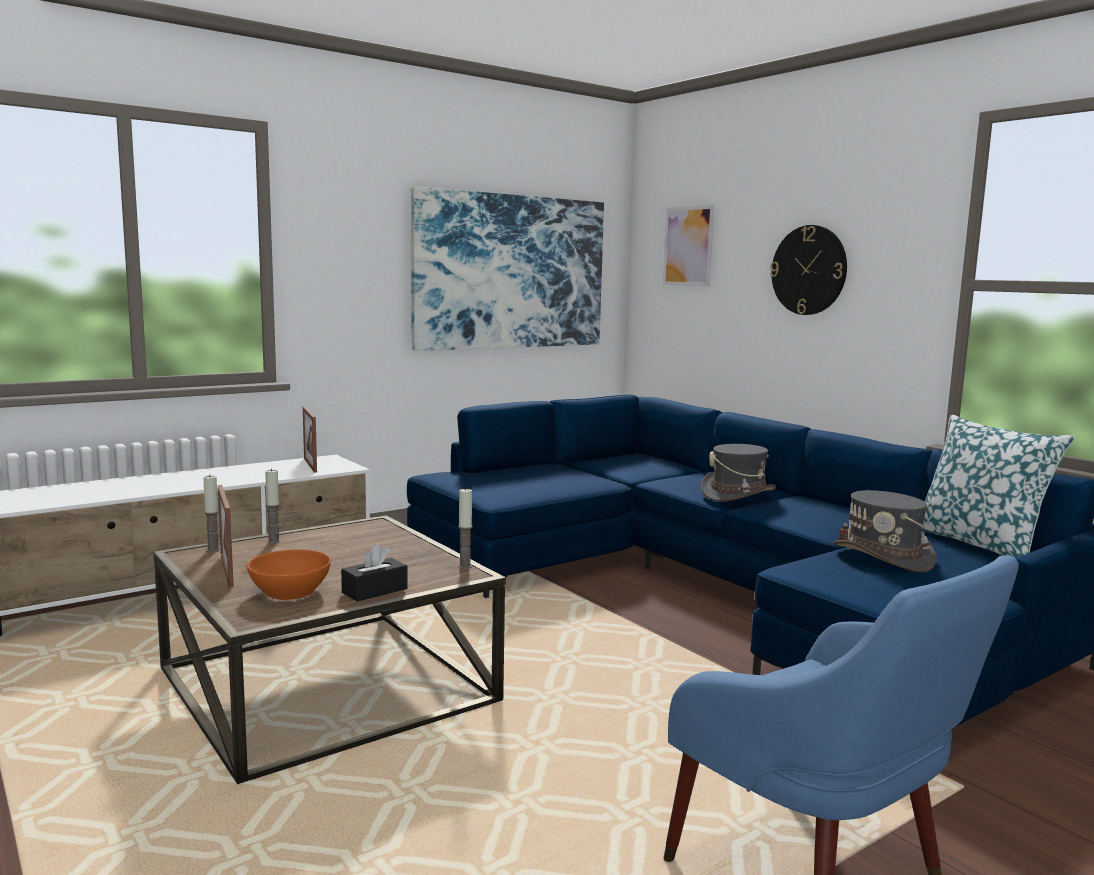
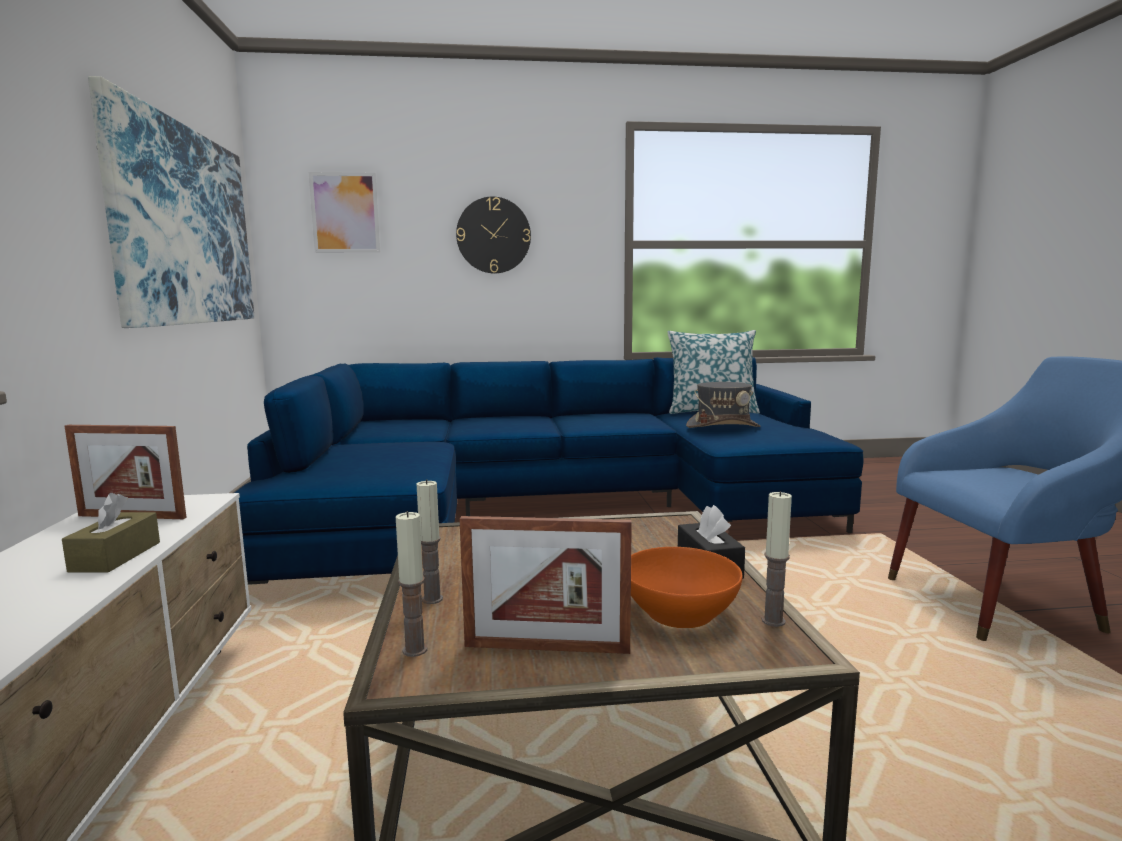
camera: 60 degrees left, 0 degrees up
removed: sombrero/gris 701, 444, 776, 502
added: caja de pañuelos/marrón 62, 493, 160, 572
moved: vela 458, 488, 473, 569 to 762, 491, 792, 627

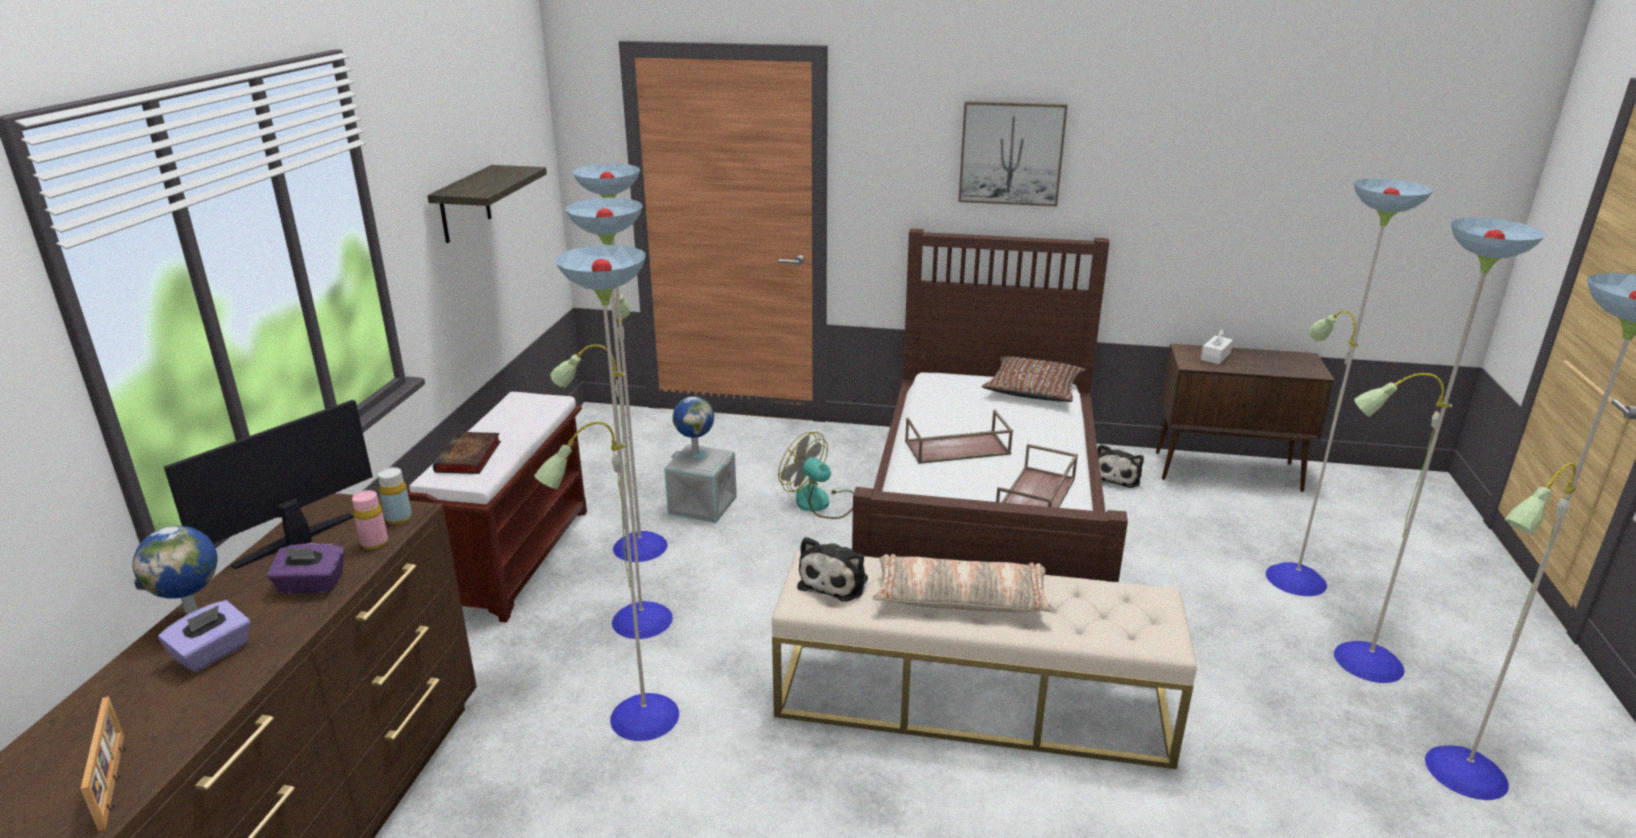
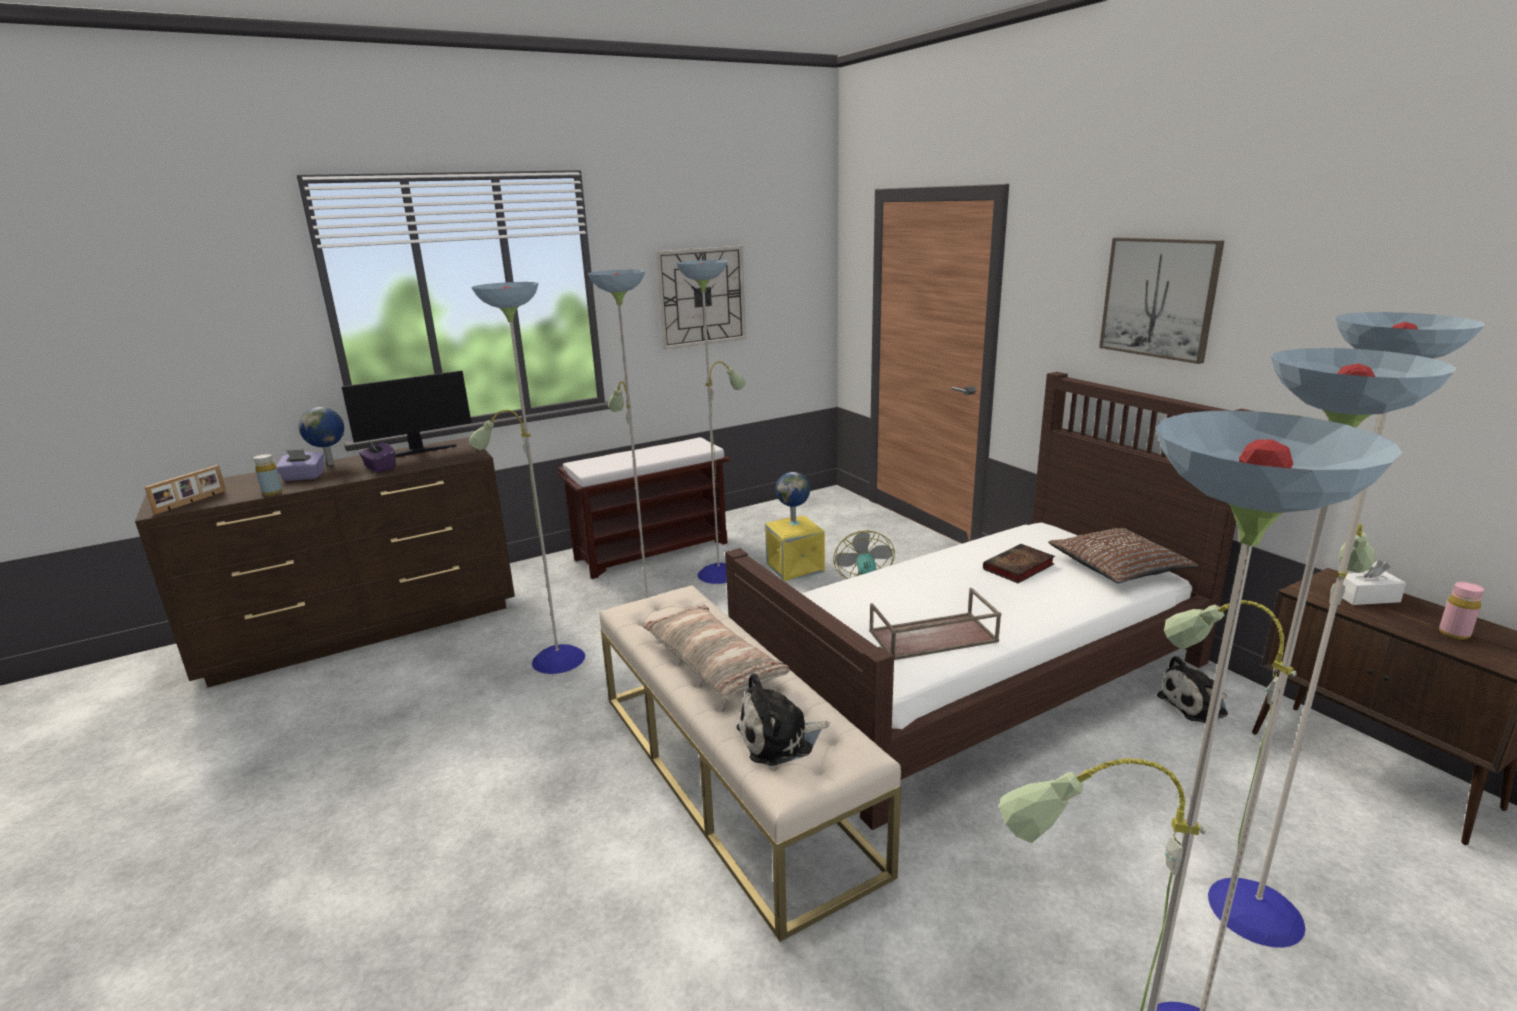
camera: 50 degrees right, 5 degrees down
removed: bandeja/marrón 905, 410, 1013, 464
moved: botella/rosa 352, 490, 388, 550 to 1439, 582, 1484, 640; botella/amarillo 378, 467, 412, 525 to 254, 454, 282, 496; libro 433, 432, 501, 474 to 983, 544, 1055, 583; peluche 797, 537, 868, 601 to 736, 673, 830, 766
replaced: estante 427, 165, 547, 243 to reloj de pared 656, 246, 746, 350
recoloured: caja de almacenaje/gris 664, 444, 737, 523 to caja de almacenaje/amarillo 765, 516, 825, 581
turned: monitor 164, 400, 373, 570 = 341, 371, 471, 457 150 degrees clockwise

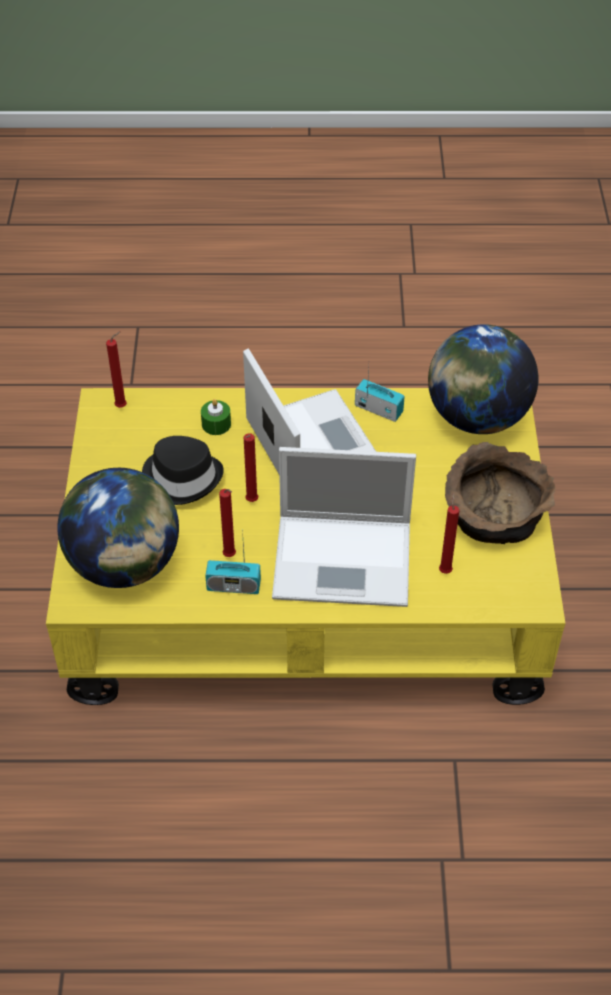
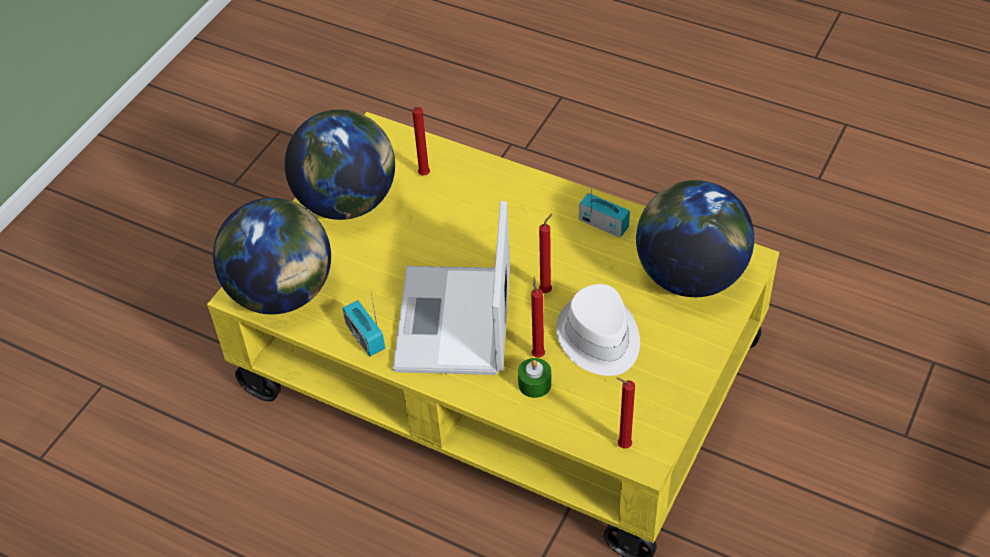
camera: 150 degrees left, 0 degrees up
removed: portátil 272, 447, 416, 607
moved: vela/rojo 219, 489, 236, 557 to 531, 277, 545, 358
replaced: cuenco/marrón 445, 442, 555, 544 to globo terráqueo 285, 109, 395, 220
recoloured: sombrero/negro 142, 436, 224, 505 to sombrero/blanco 556, 284, 640, 376

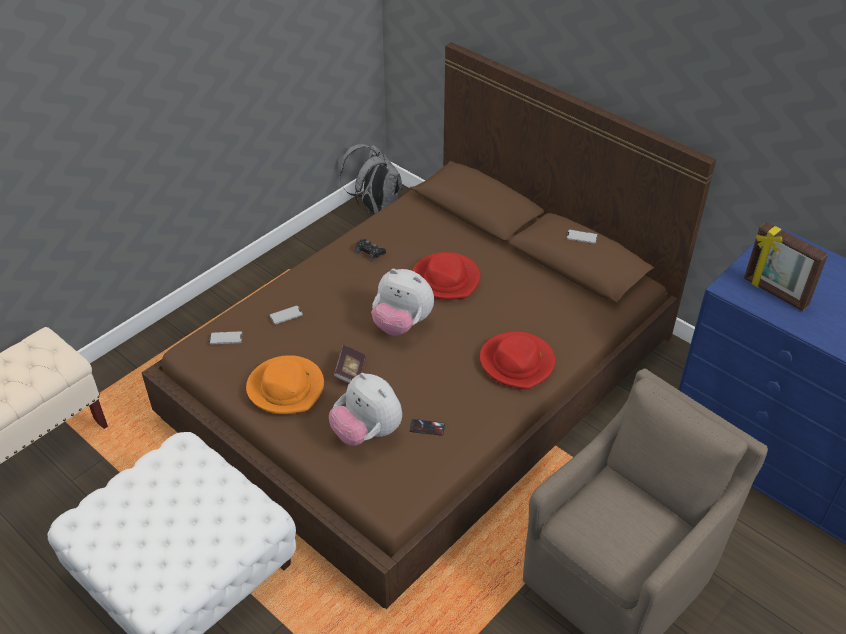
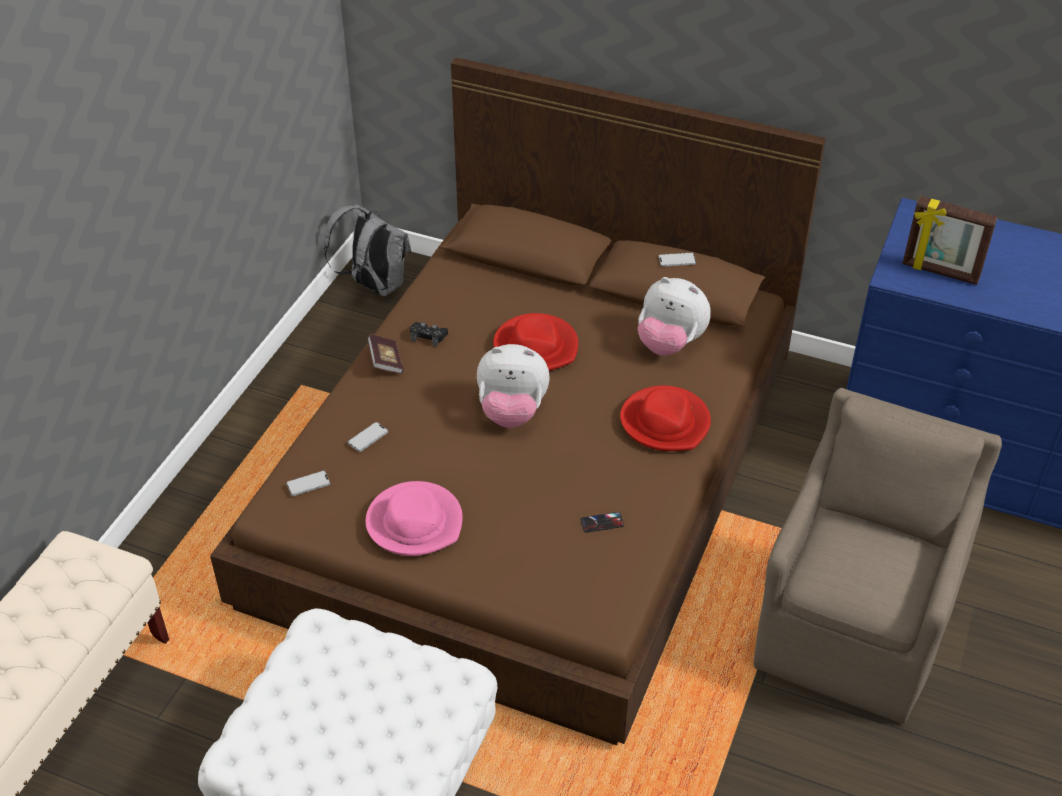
camera: 20 degrees left, 0 degrees up
moved: peluche 329, 373, 402, 446 to 638, 277, 711, 356; libro 334, 345, 366, 383 to 367, 334, 404, 374
recoloured: sombrero/naranja 246, 355, 324, 414 to sombrero/rosa 366, 481, 463, 556

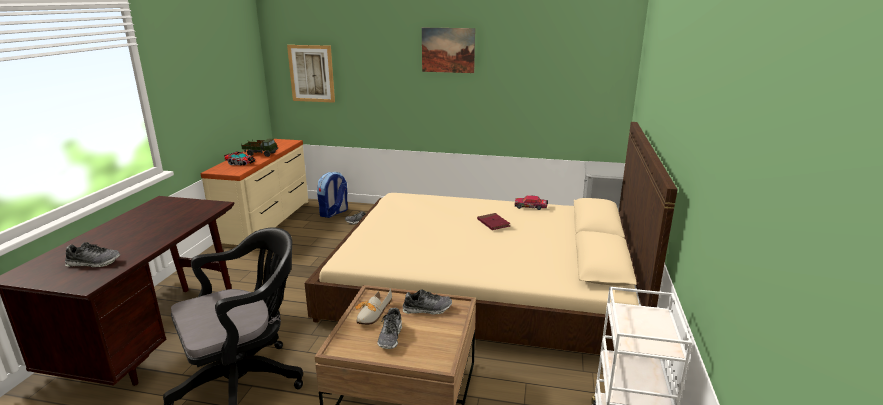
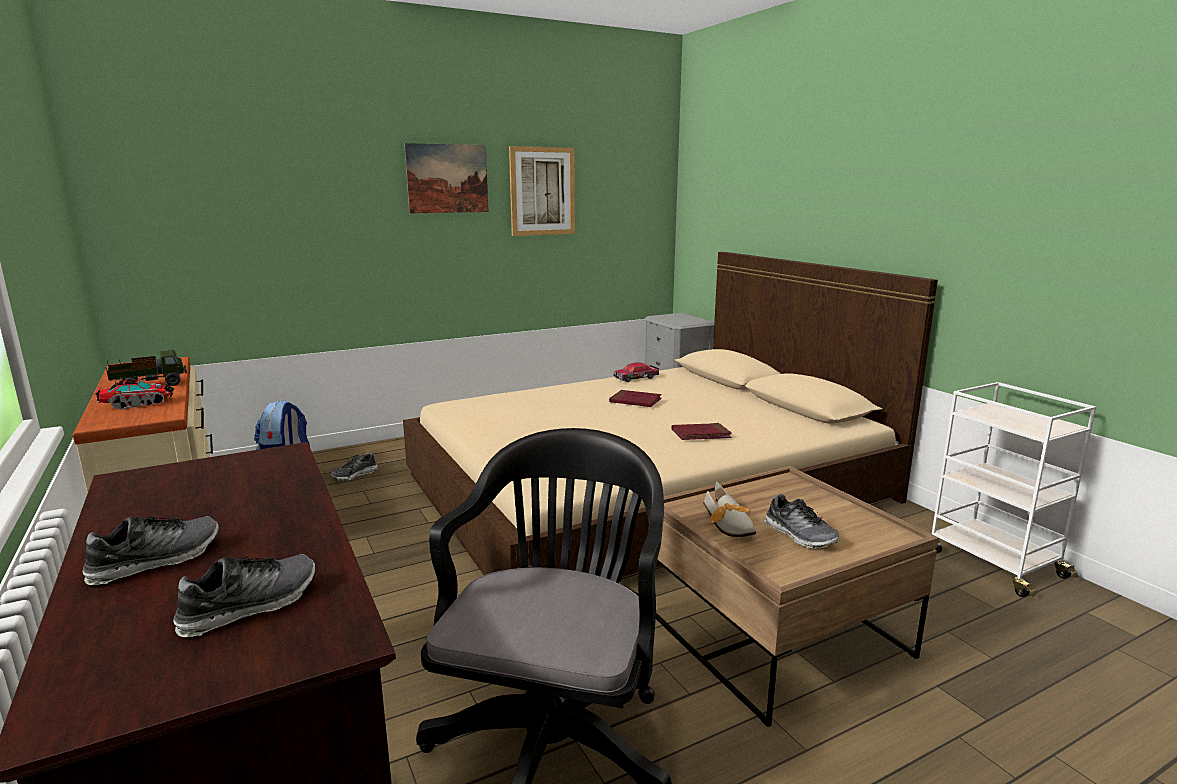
camera: 40 degrees left, 5 degrees down
added: libro/rojo 672, 423, 732, 440
moved: cuadro 287, 45, 335, 103 to 509, 146, 575, 236; zapato 403, 290, 452, 314 to 83, 516, 219, 585

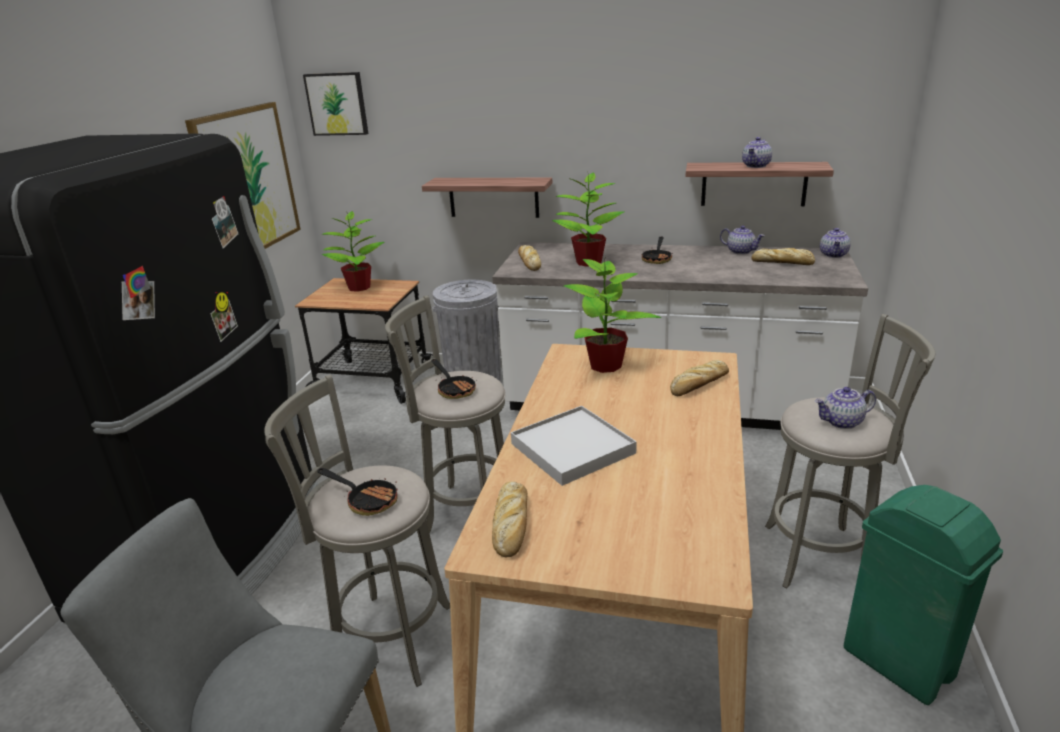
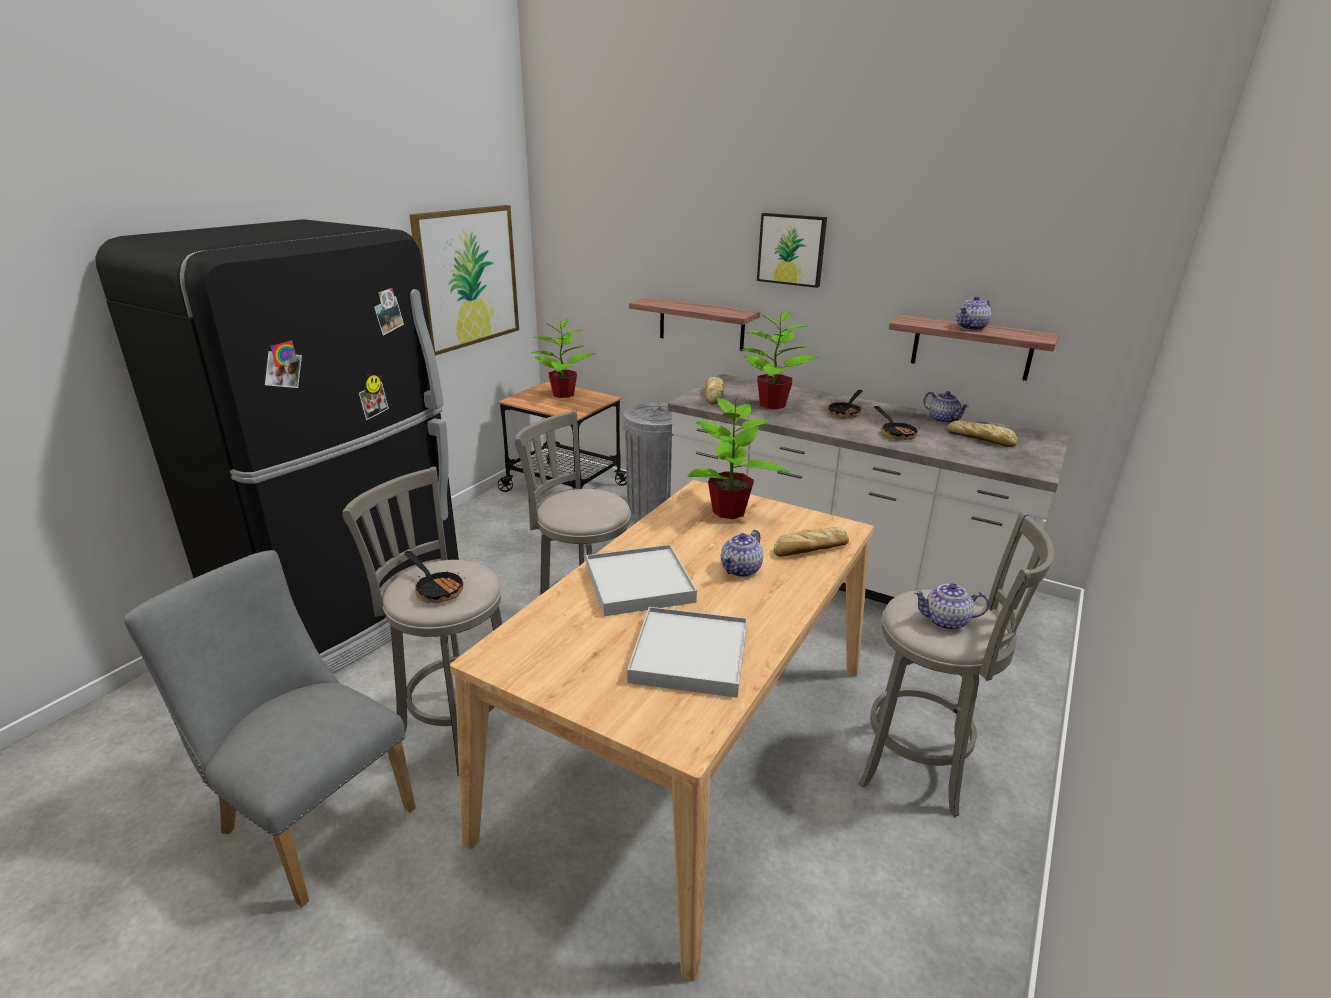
camera: 15 degrees right, 0 degrees up
removed: pan 492, 482, 527, 557; papelera/verde 844, 485, 1003, 705
added: bandeja/blanco 627, 607, 747, 698
moved: cuadro 303, 72, 368, 136 to 757, 213, 827, 288; sartén 431, 359, 477, 399 to 874, 406, 920, 440; tetera 820, 228, 851, 258 to 721, 530, 763, 577

